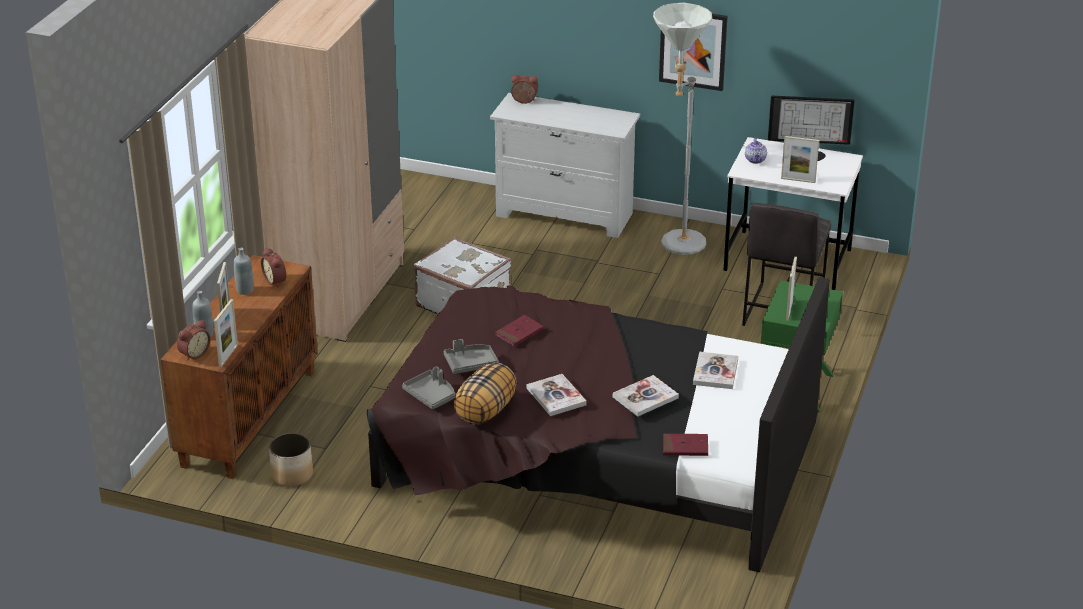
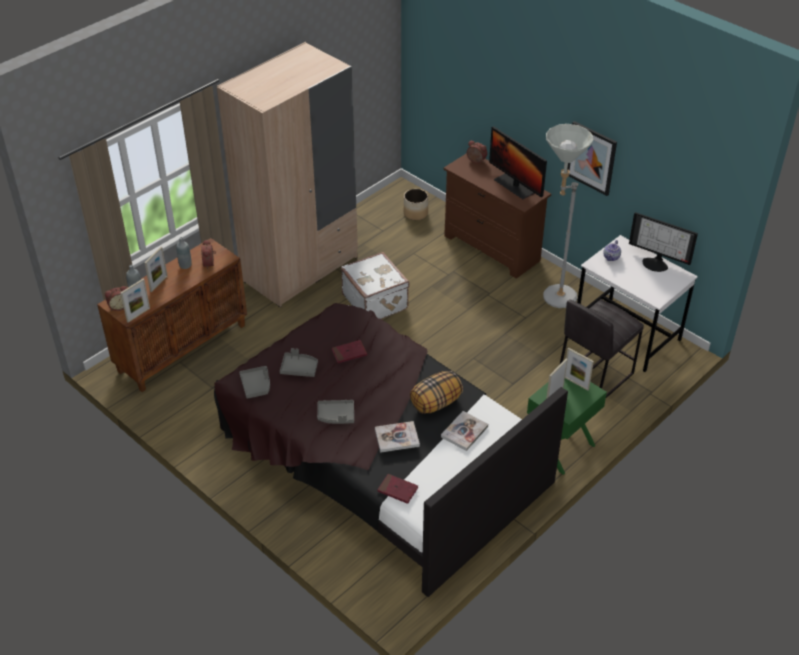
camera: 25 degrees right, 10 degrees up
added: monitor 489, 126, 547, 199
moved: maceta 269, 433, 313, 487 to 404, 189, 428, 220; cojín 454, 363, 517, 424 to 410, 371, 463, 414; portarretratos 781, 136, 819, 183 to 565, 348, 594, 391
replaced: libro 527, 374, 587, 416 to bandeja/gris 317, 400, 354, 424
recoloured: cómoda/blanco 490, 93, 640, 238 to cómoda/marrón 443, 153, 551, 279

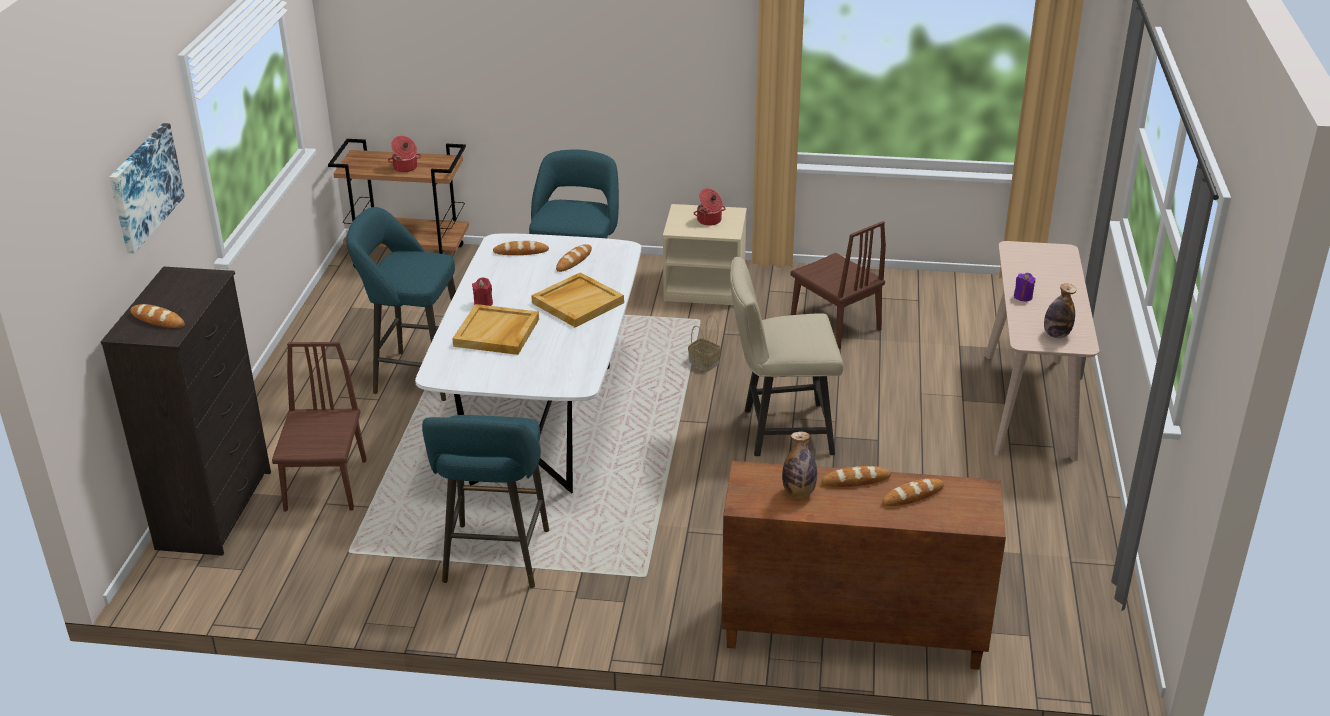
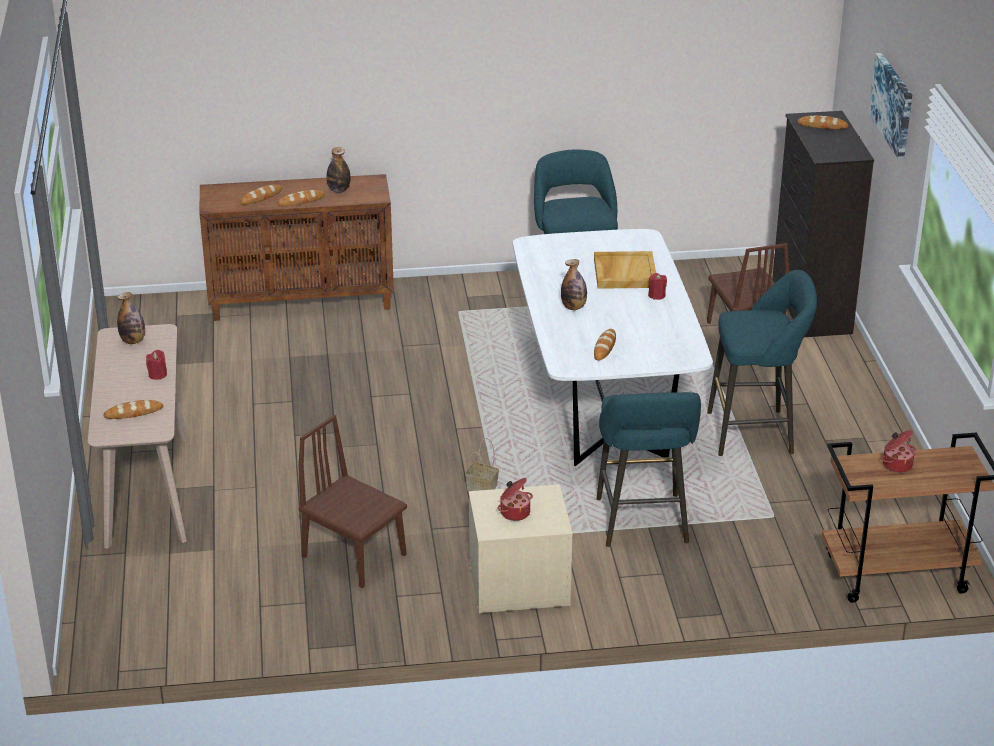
camera: 165 degrees right, 0 degrees up
removed: silla/beis 730, 257, 844, 456
moved: pan 493, 241, 549, 255 to 104, 400, 163, 419
replaced: bandeja/beis 531, 272, 624, 328 to botella 561, 259, 587, 310
recoloured: vela/morado 1014, 273, 1036, 301 to vela/rojo 146, 350, 167, 380

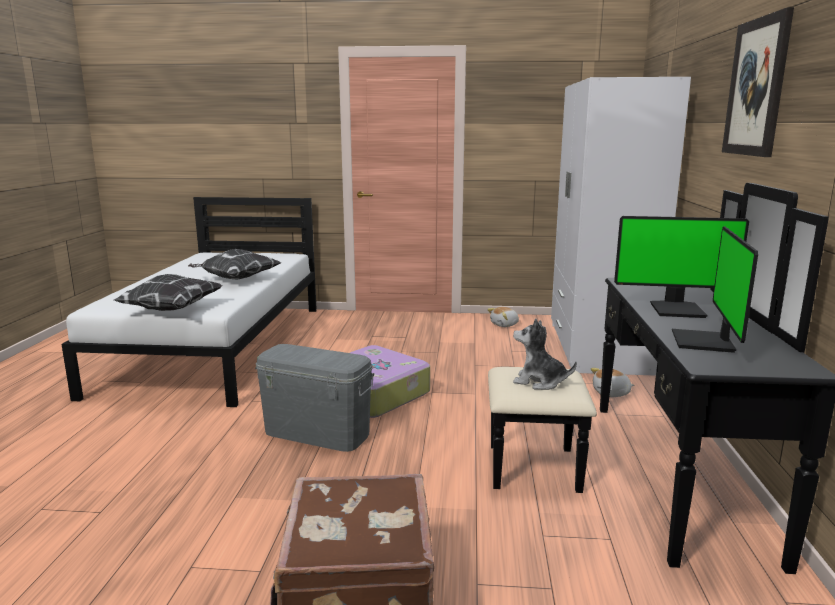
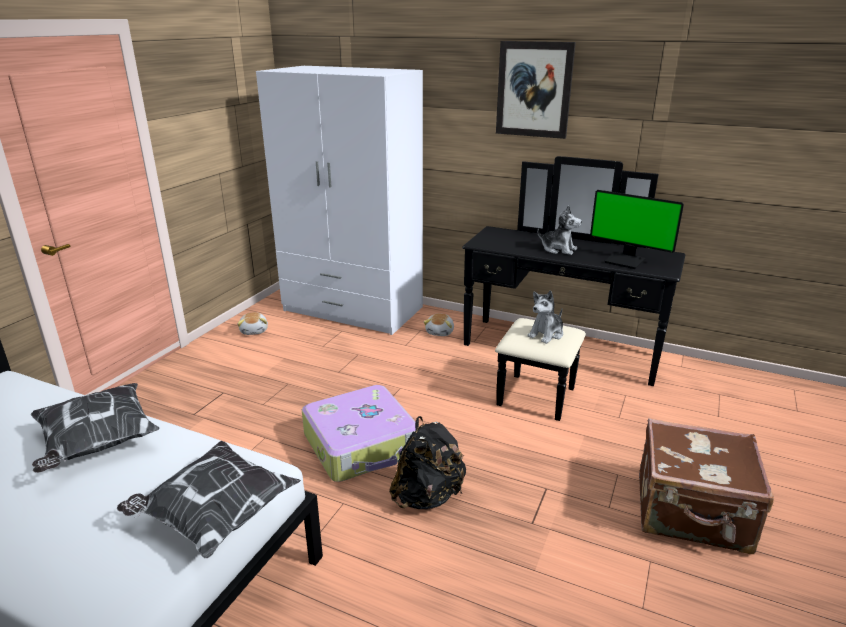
camera: 70 degrees left, 10 degrees up
replaced: caja de almacenaje/gris 255, 344, 374, 452 to mochila/negro 389, 416, 466, 509; monitor 614, 216, 749, 318 to peluche 537, 205, 582, 255

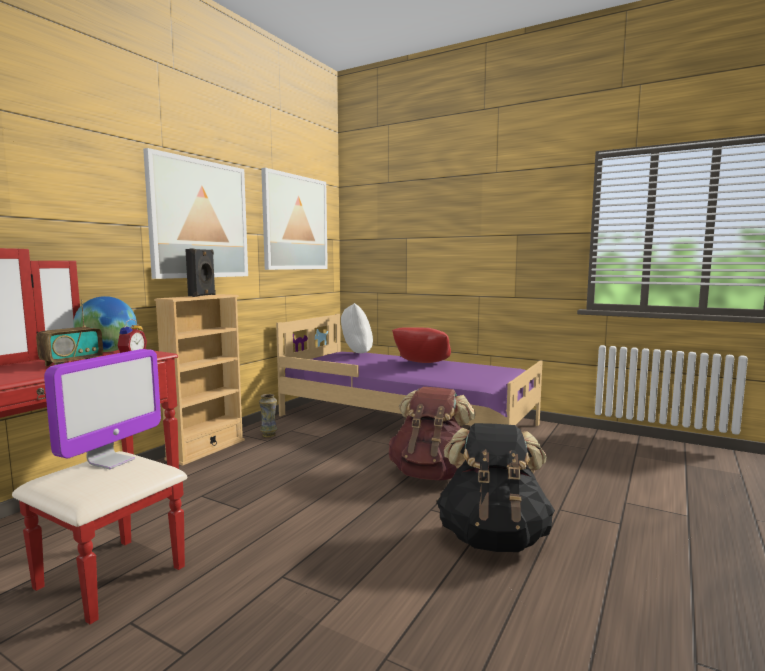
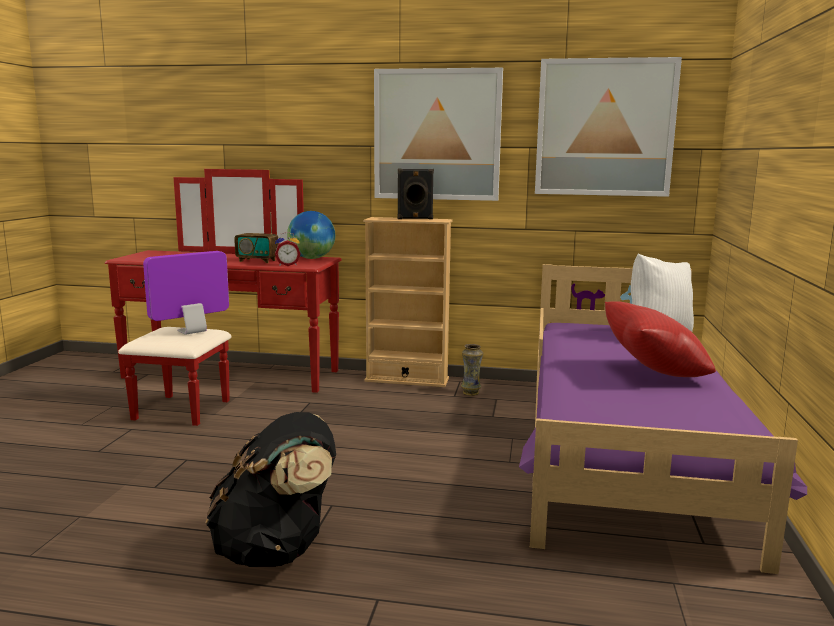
camera: 70 degrees right, 5 degrees up
removed: mochila/marrón 389, 387, 475, 480
turned: monitor 44, 349, 161, 469 = 143, 251, 229, 335 135 degrees clockwise

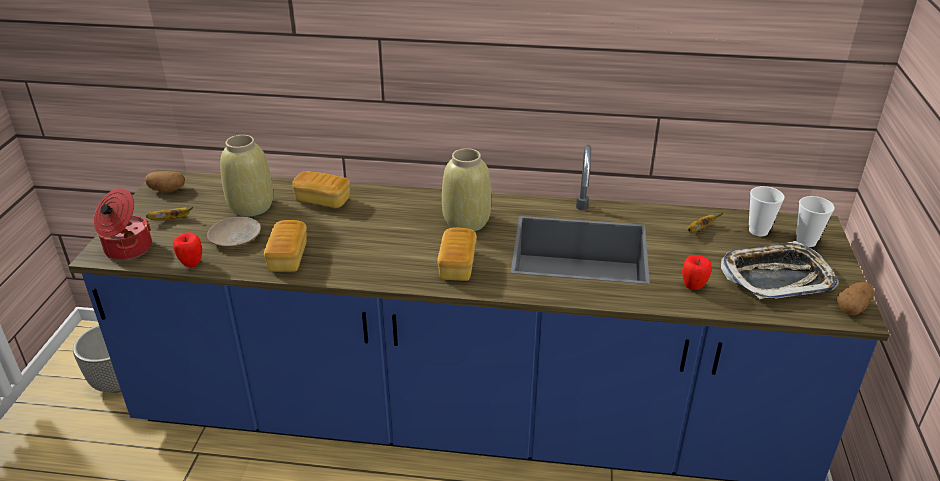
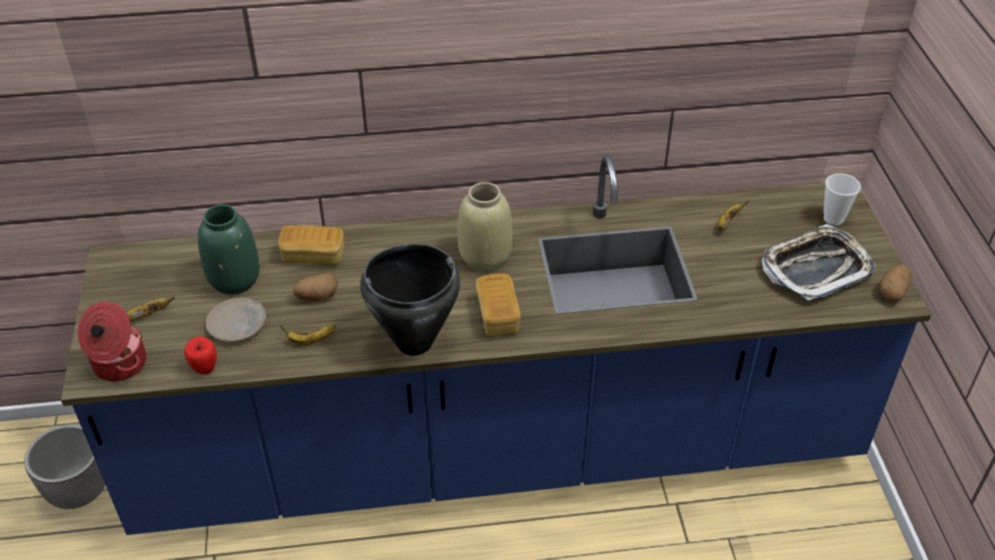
camera: 15 degrees left, 10 degrees up
removed: manzana 682, 255, 712, 290; taza 749, 186, 784, 236
added: olla/negro 360, 244, 460, 355
moved: patata 145, 171, 185, 192 to 293, 273, 338, 301
replaced: pan 264, 220, 307, 272 to plátano 280, 325, 336, 345
recoloured: florero/beis 220, 135, 274, 217 to florero/verde 198, 205, 260, 295

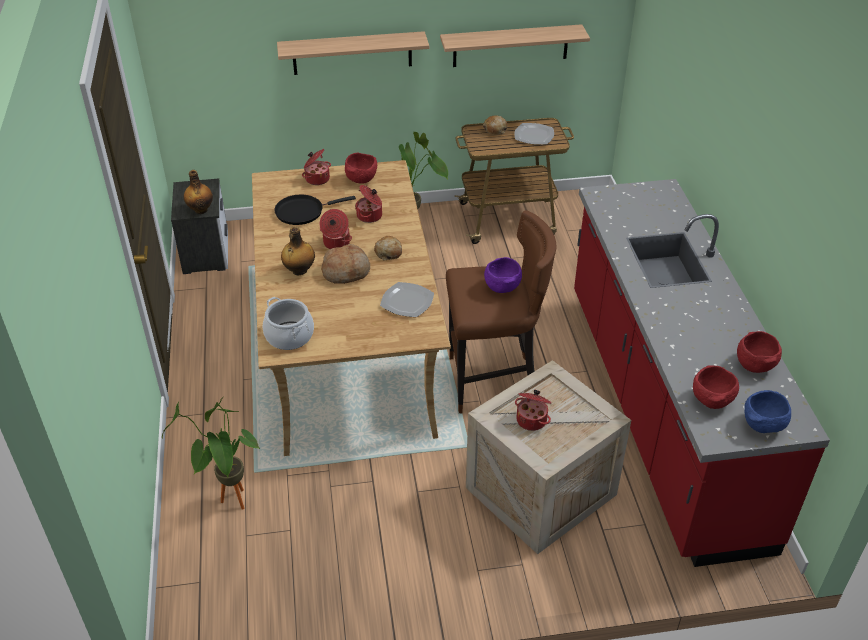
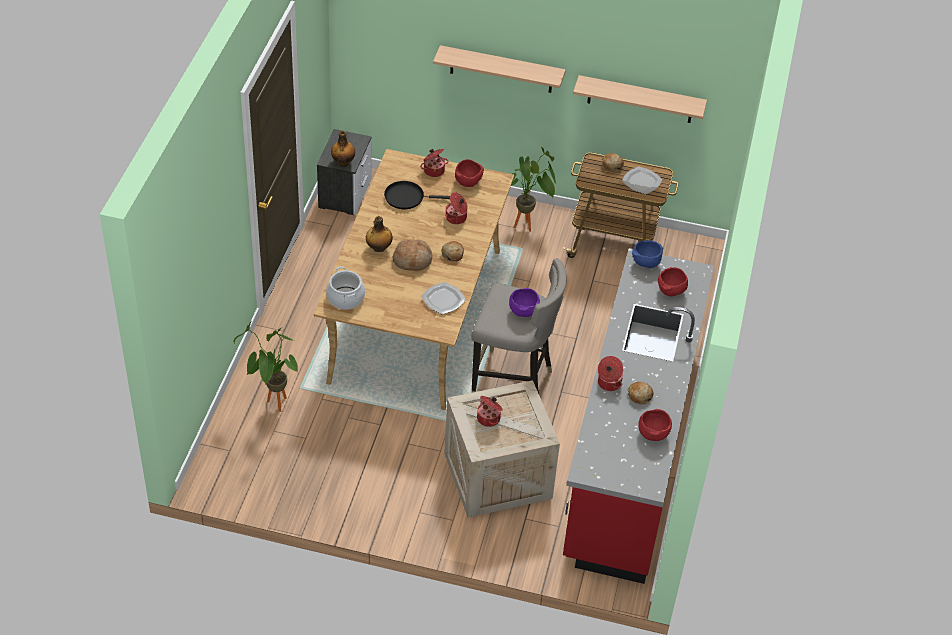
camera: 20 degrees right, 5 degrees up
added: pan 627, 382, 654, 404
moved: olla 320, 209, 352, 249 to 598, 356, 623, 391; cuenco/rojo 693, 365, 739, 409 to 658, 267, 688, 296; cuenco/azul 744, 390, 791, 433 to 632, 240, 663, 268
recoloured: taburete/marrón 446, 210, 556, 413 to taburete/gris 471, 258, 567, 394

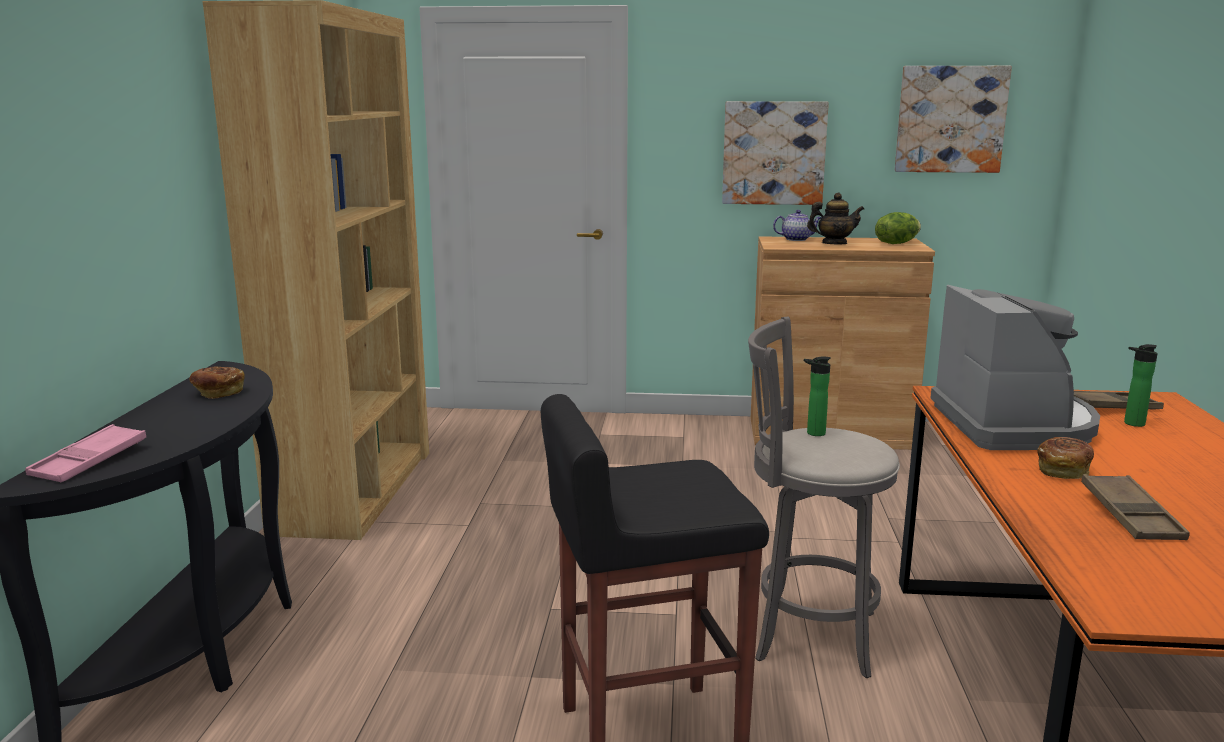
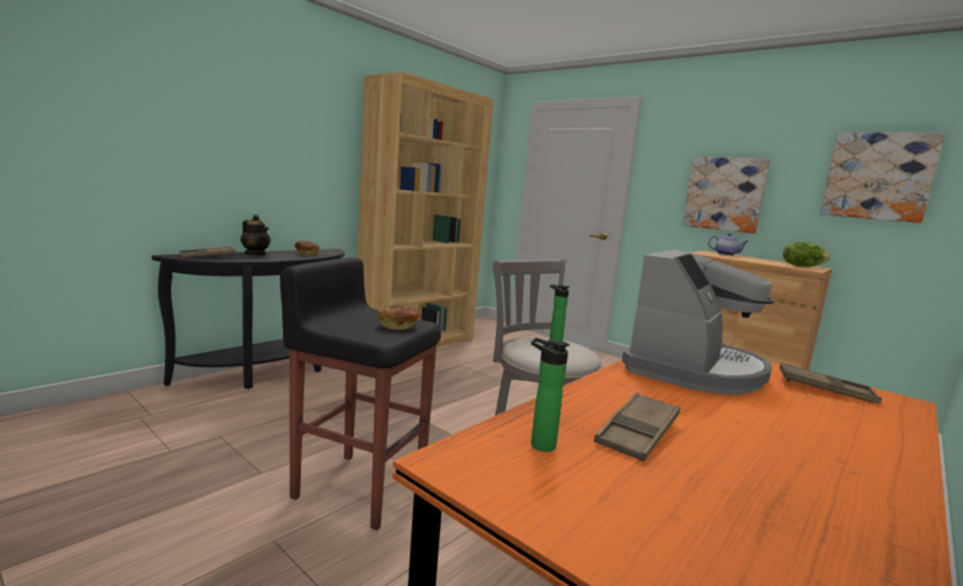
camera: 35 degrees right, 5 degrees down
moved: tetera 807, 193, 864, 244 to 241, 214, 271, 255; pan 1037, 437, 1094, 479 to 378, 304, 421, 329; botella 1124, 344, 1158, 427 to 531, 338, 570, 452
recoloured: bandeja/rosa 25, 424, 146, 482 to bandeja/marrón 180, 247, 235, 258

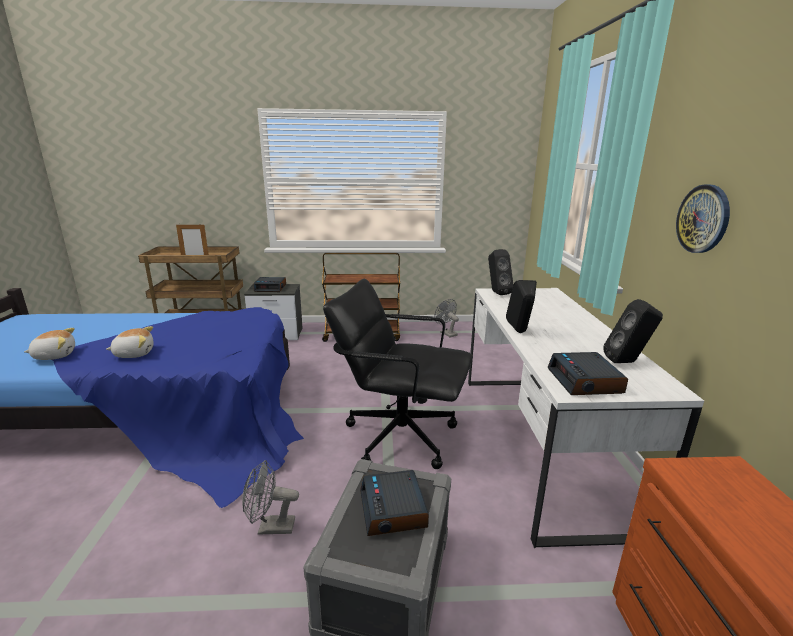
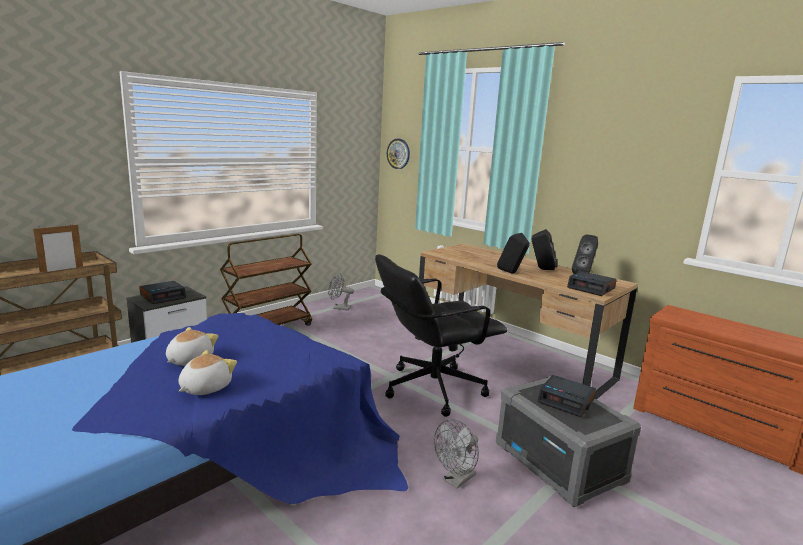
camera: 45 degrees left, 5 degrees down
moved: peluche 24, 328, 75, 360 to 166, 327, 218, 366; altavoz/negro 488, 249, 513, 295 to 531, 229, 558, 270; reloj de pared 676, 184, 730, 253 to 387, 139, 410, 169
recoloured: escritorio/blanco 468, 288, 704, 548 to escritorio/marrón 415, 243, 638, 400

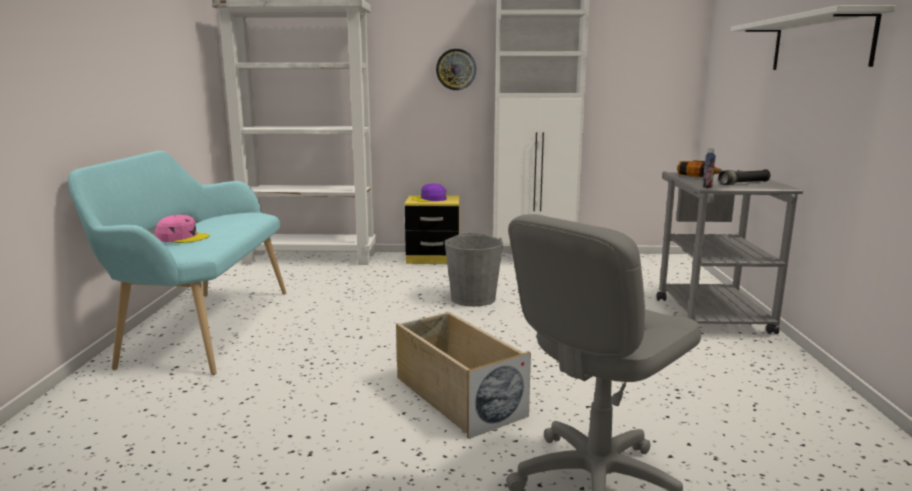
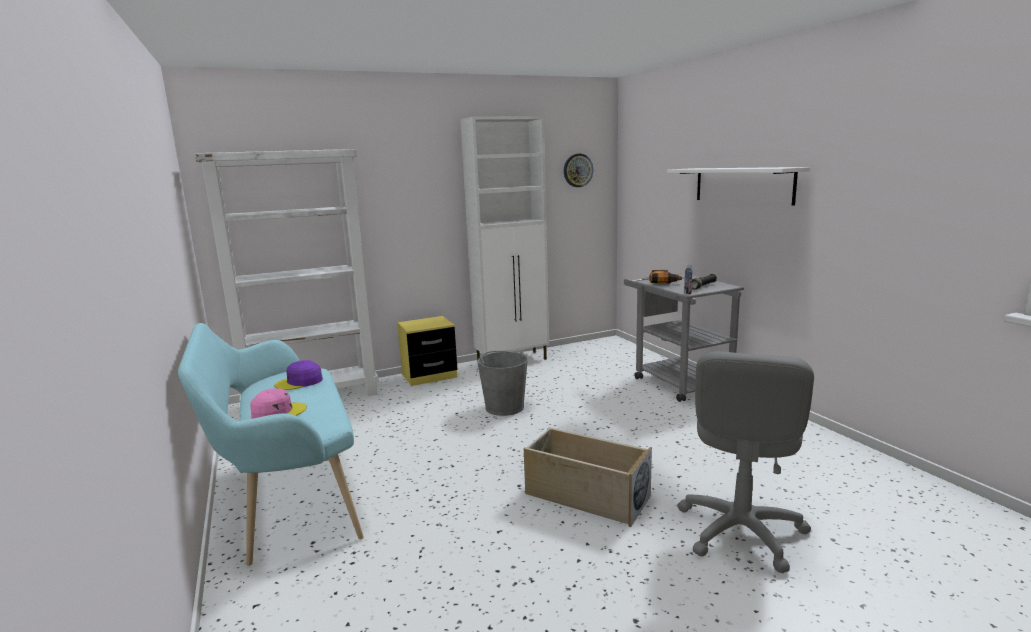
camera: 25 degrees left, 0 degrees up
moved: gorra/morado 412, 184, 447, 202 to 275, 360, 323, 390; reloj de pared 436, 49, 476, 90 to 564, 154, 593, 187

